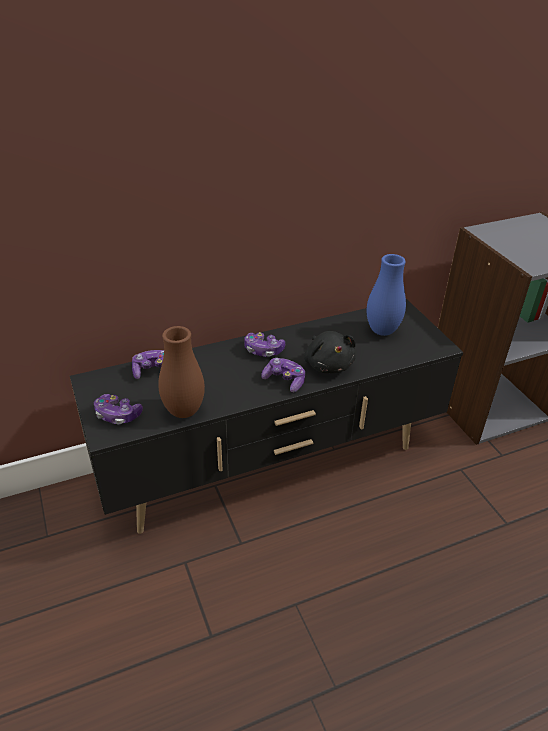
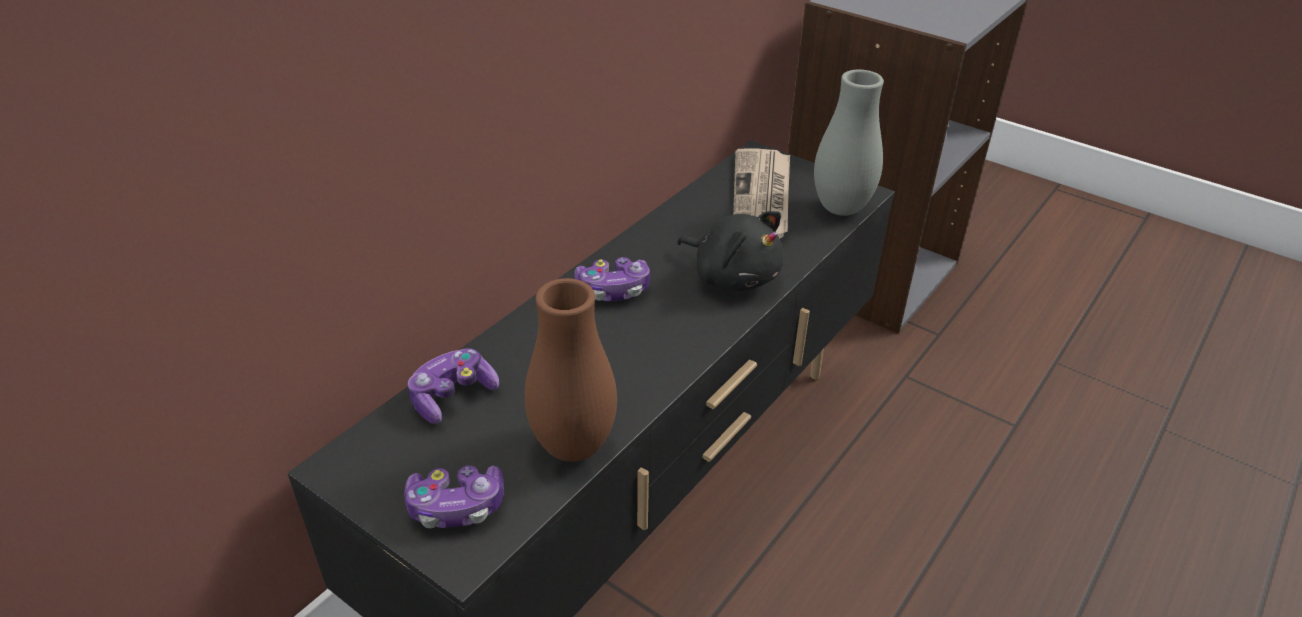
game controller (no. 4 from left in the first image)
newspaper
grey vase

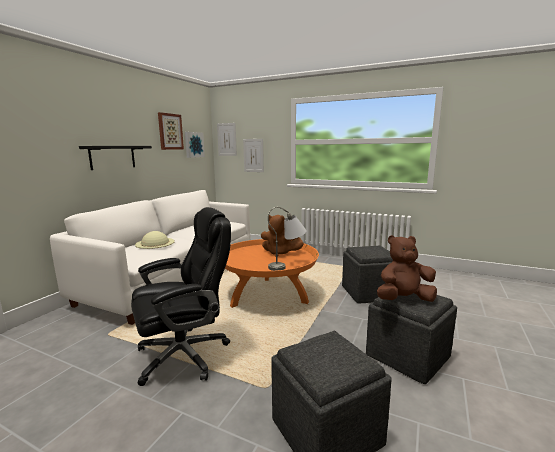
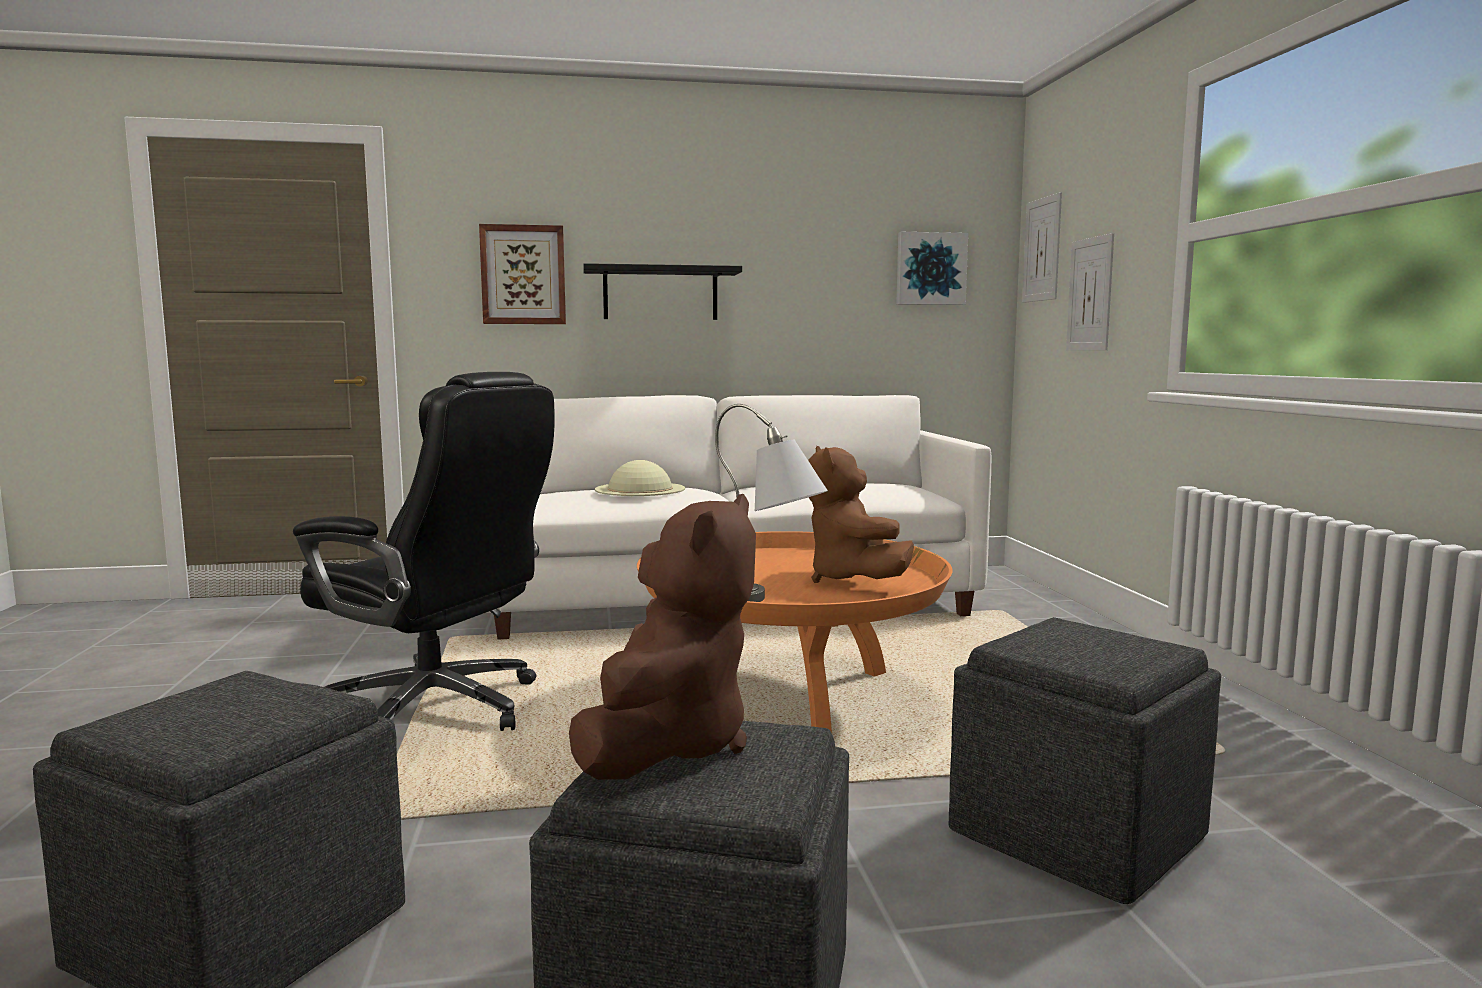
picture (no. 1 from left)
brown plush toy (no. 1 from left)

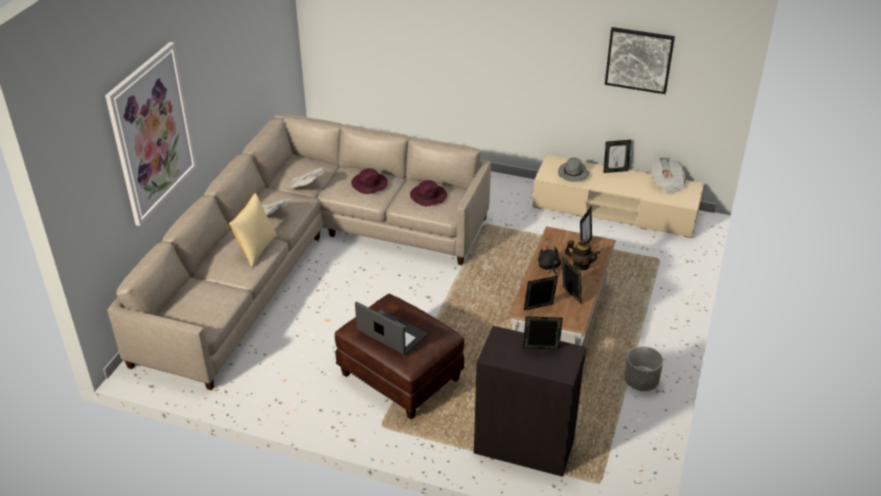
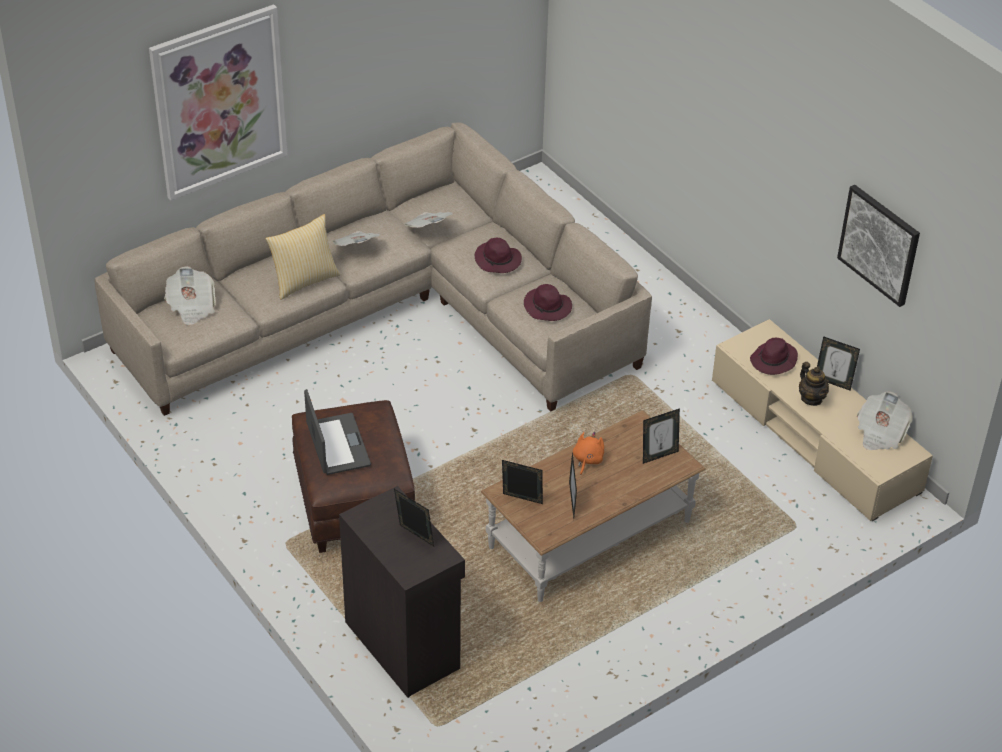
orange plush toy
purple hat (no. 3 from left)
teapot
grey planter
newspaper (no. 1 from left)

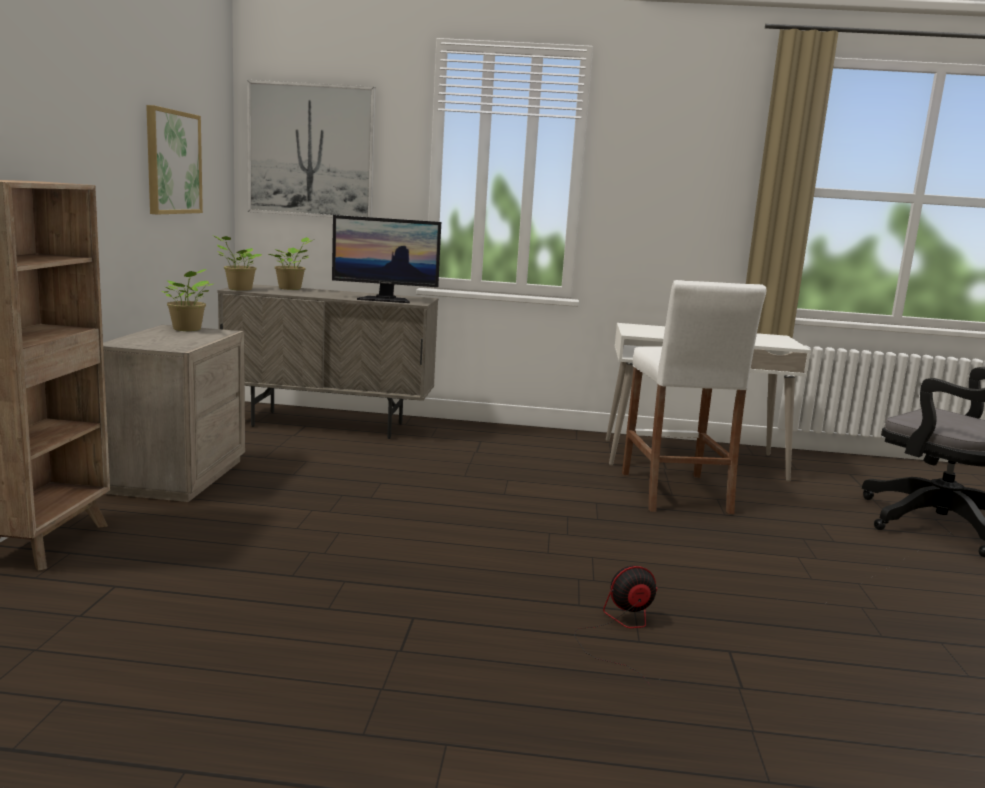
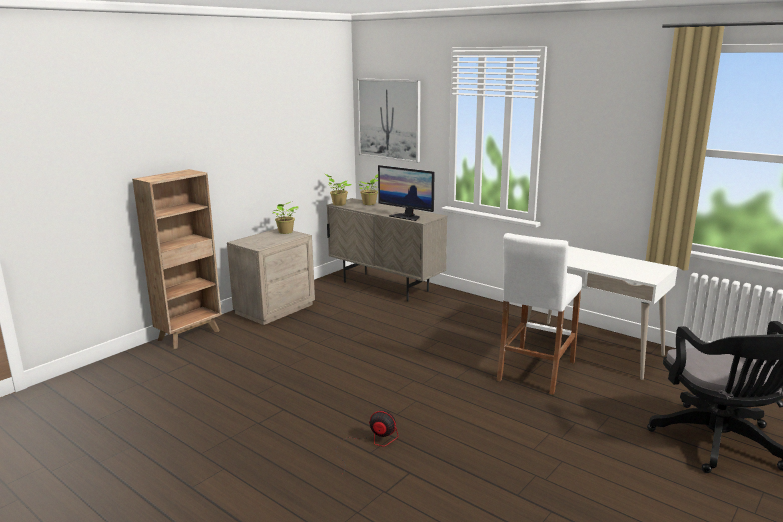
picture (no. 1 from left in the first image)

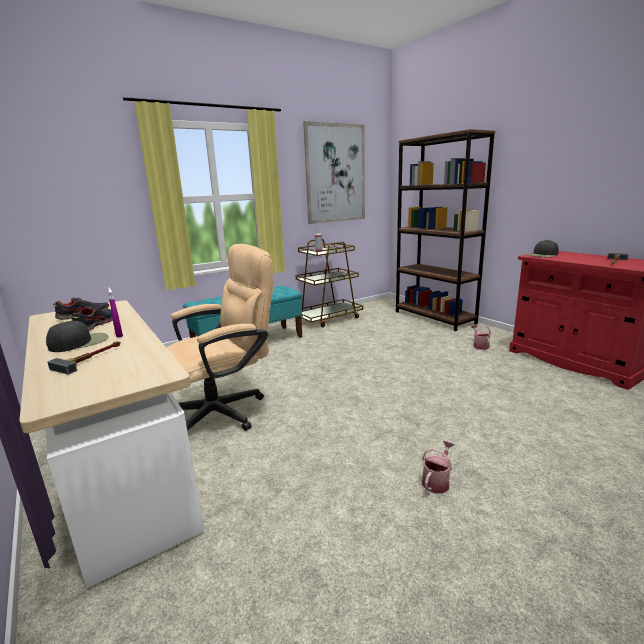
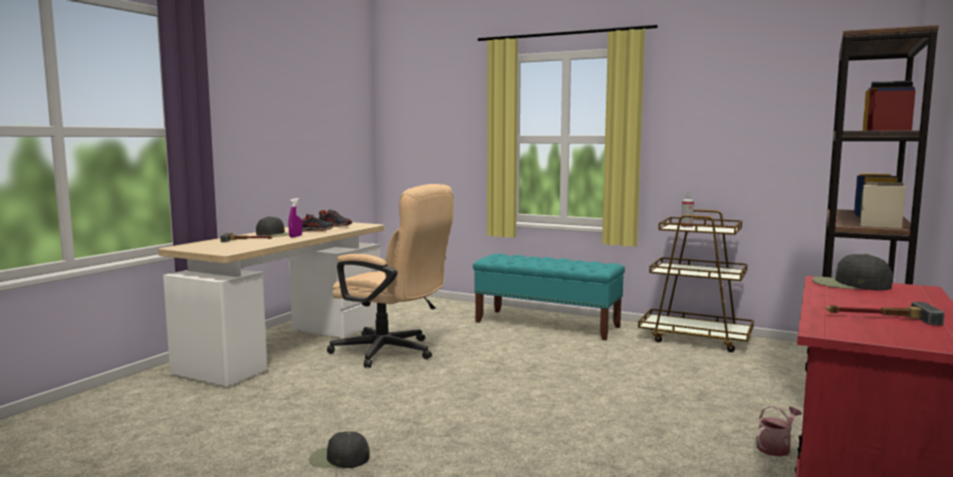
picture
black cap (no. 2 from left)

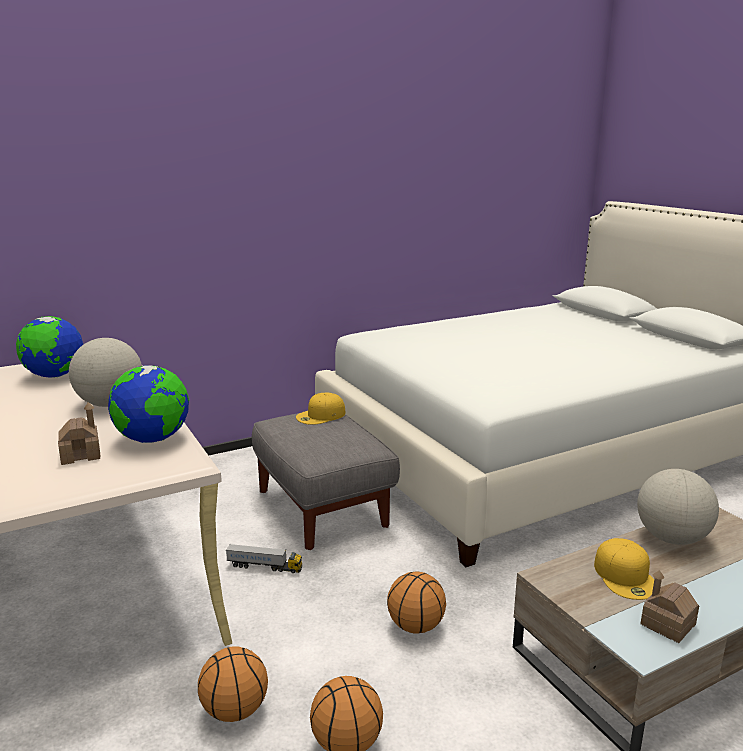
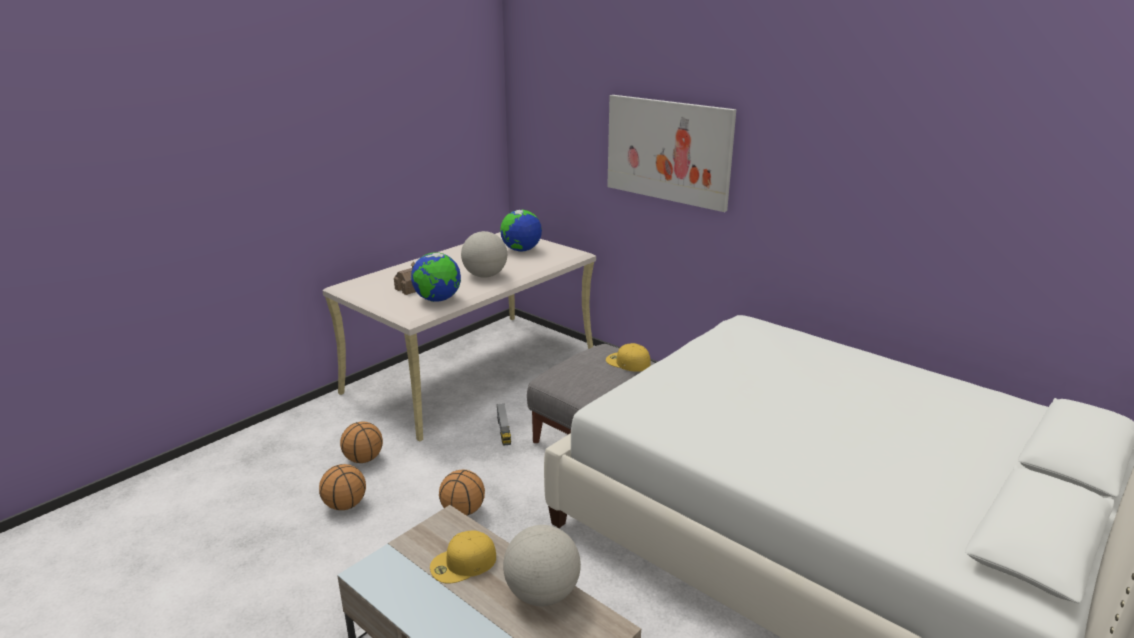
toy house (no. 2 from left in the first image)
picture

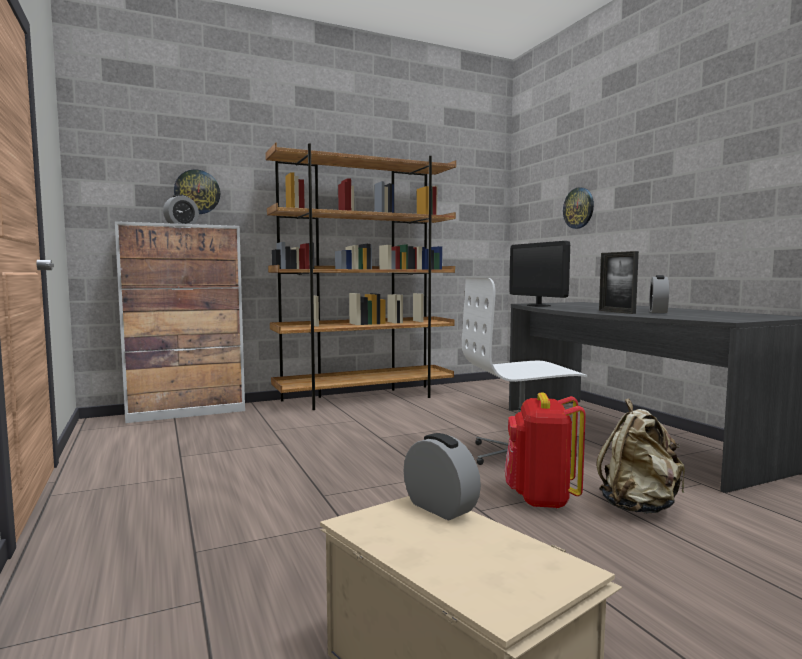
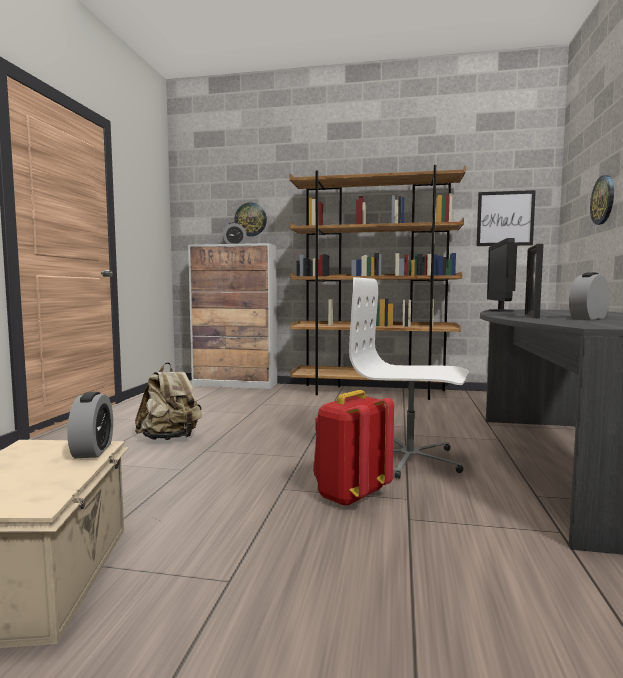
beige backpack
picture

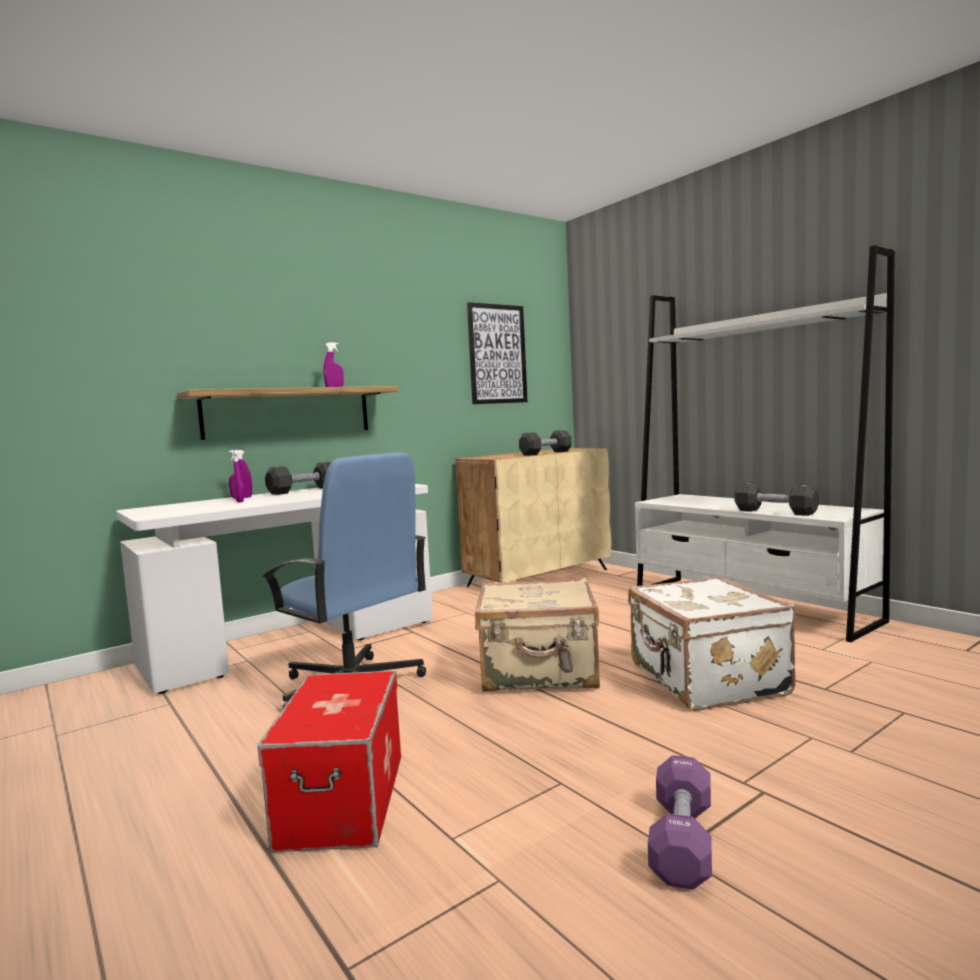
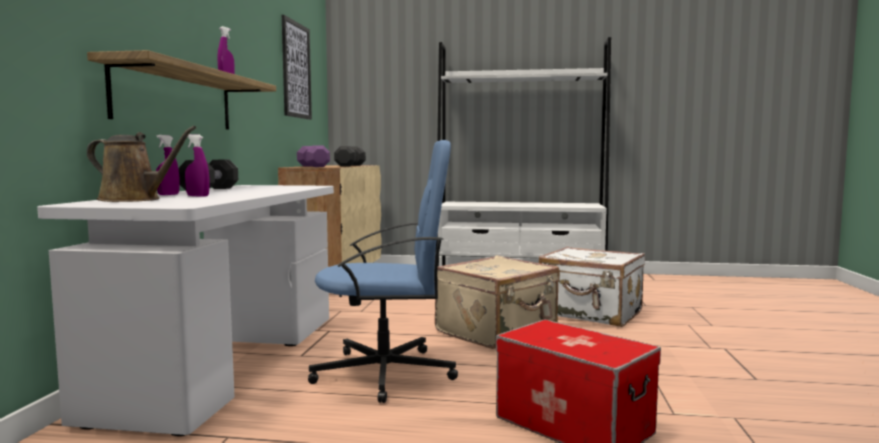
purple dumbbell
black dumbbell (no. 3 from left in the first image)
brown watering can

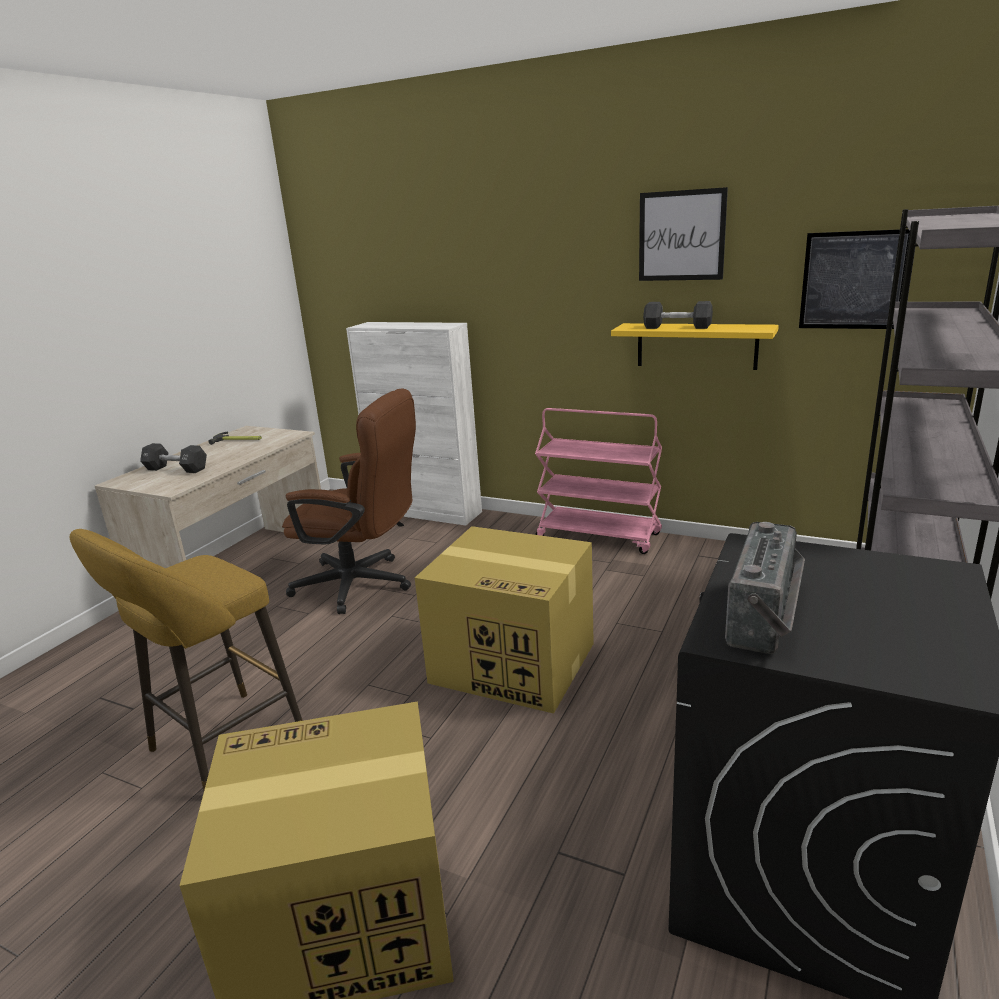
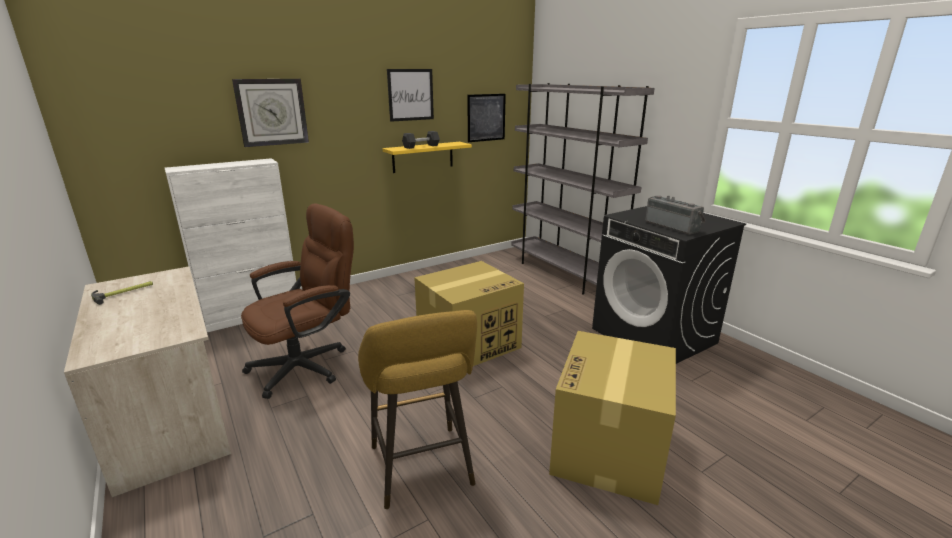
black dumbbell (no. 1 from left in the first image)
pink cart
wall clock

